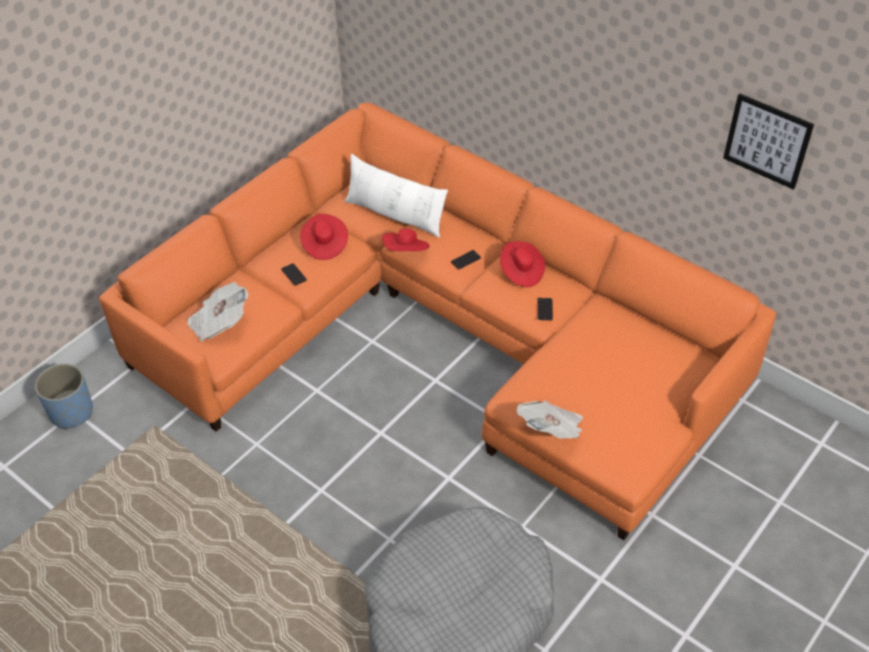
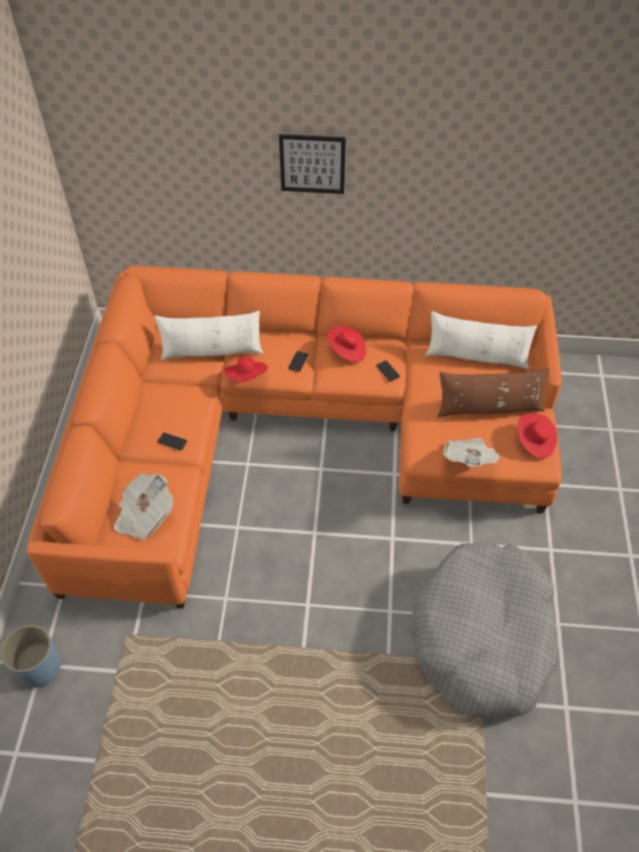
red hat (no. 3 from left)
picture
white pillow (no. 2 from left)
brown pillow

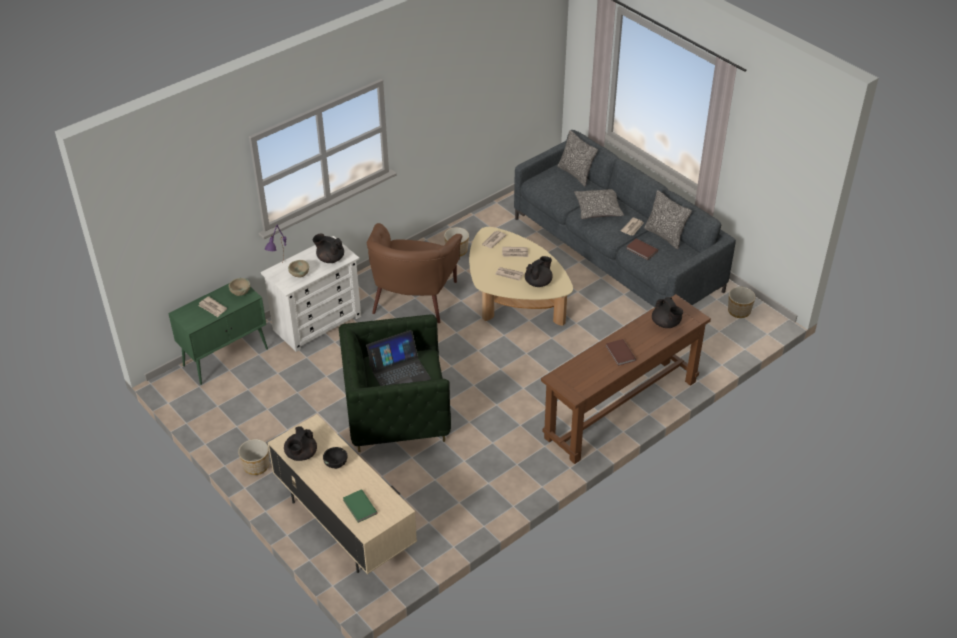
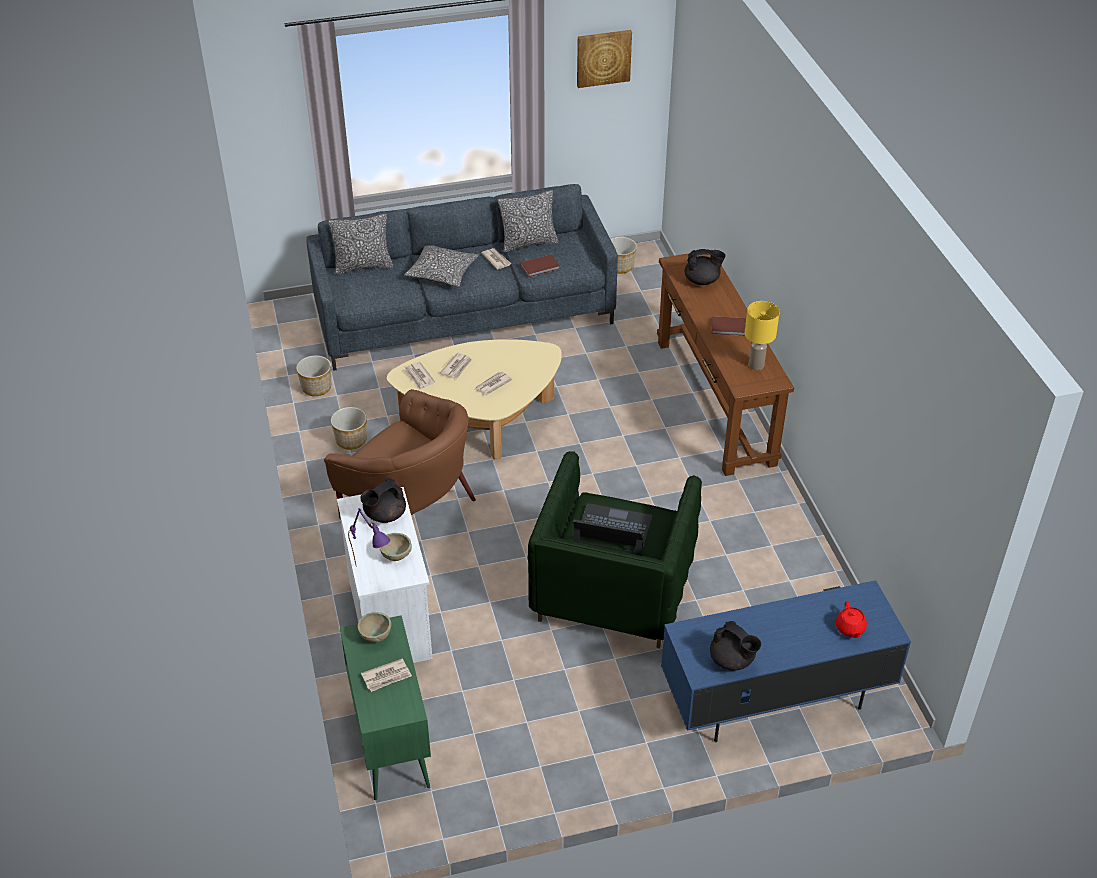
planter (no. 1 from left)
blue tv stand
black bowl
red teapot
laptop
black teapot (no. 3 from left in the first image)
picture
yellow table lamp

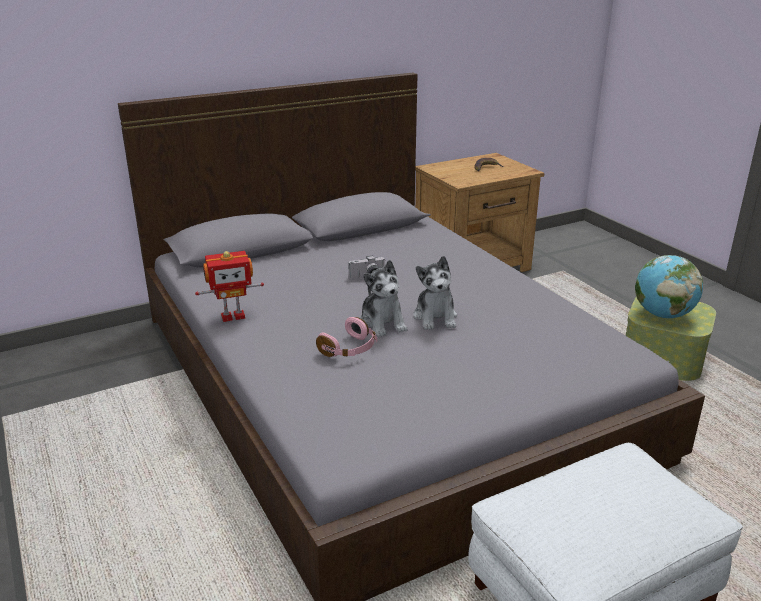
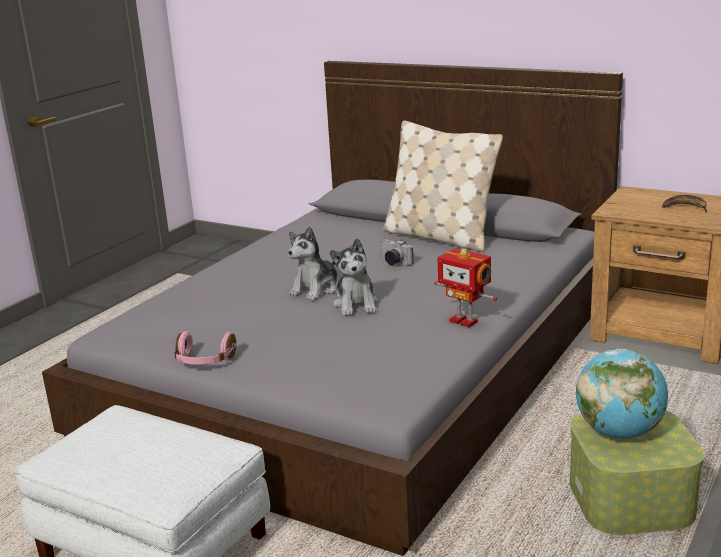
toy robot
pink headphones
plush toy (no. 2 from left)
beige pillow

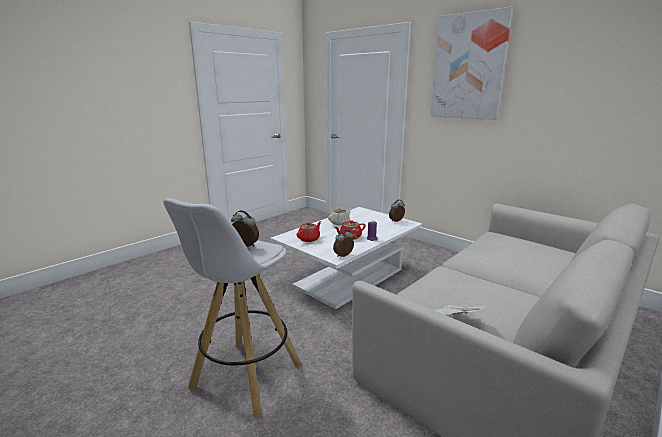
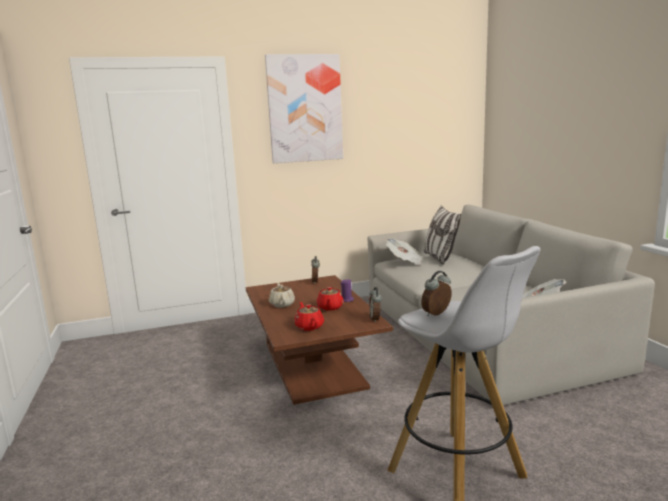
brown coffee table
newspaper (no. 1 from left)
pillow

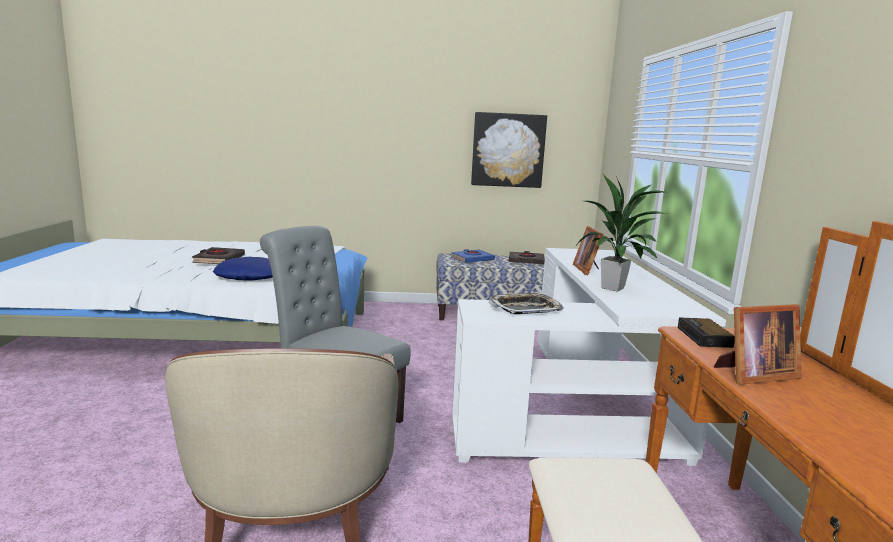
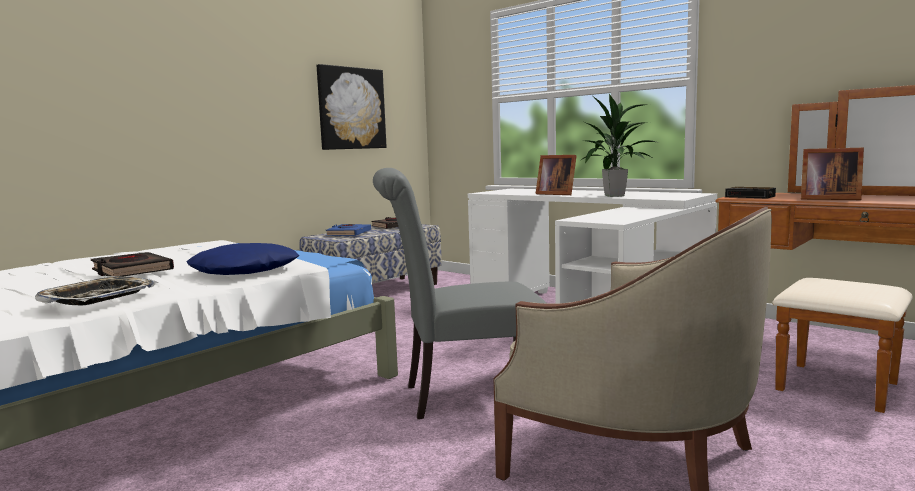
tray
picture frame (no. 2 from left)

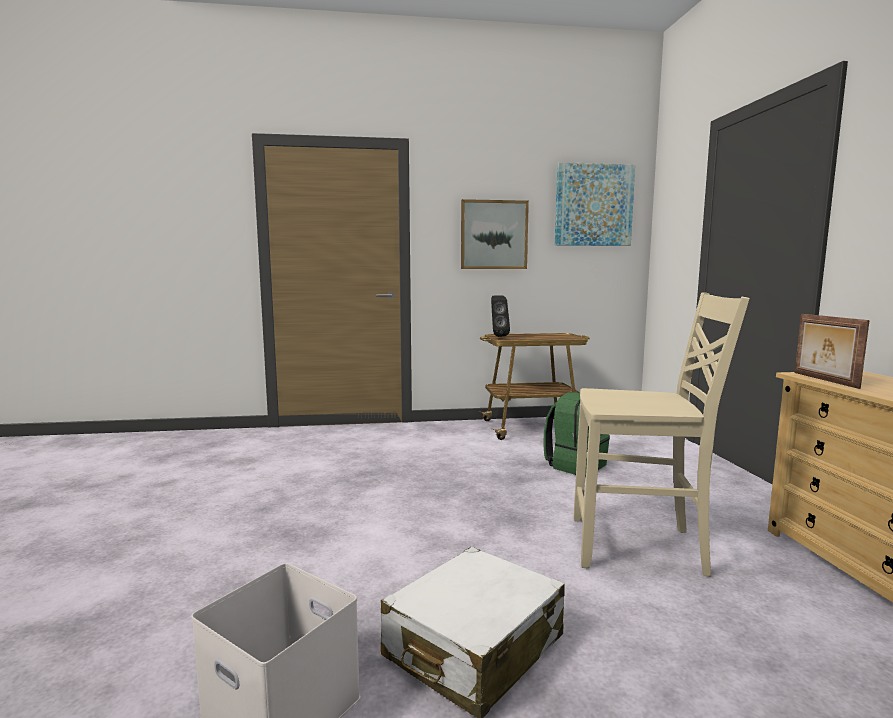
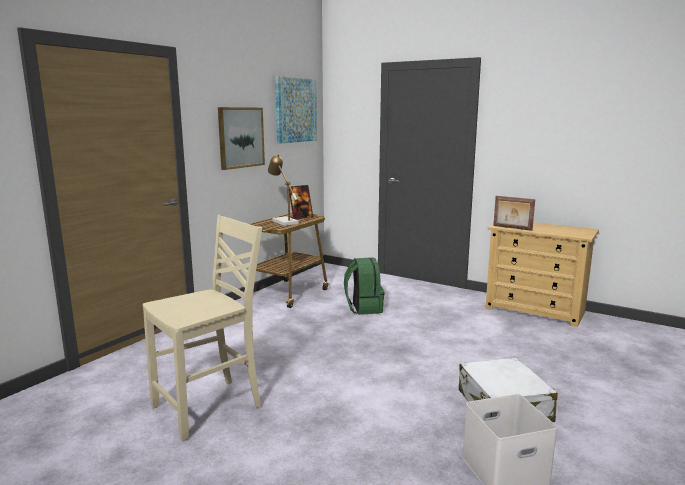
black speaker
beige chair
table lamp
picture frame (no. 1 from left)

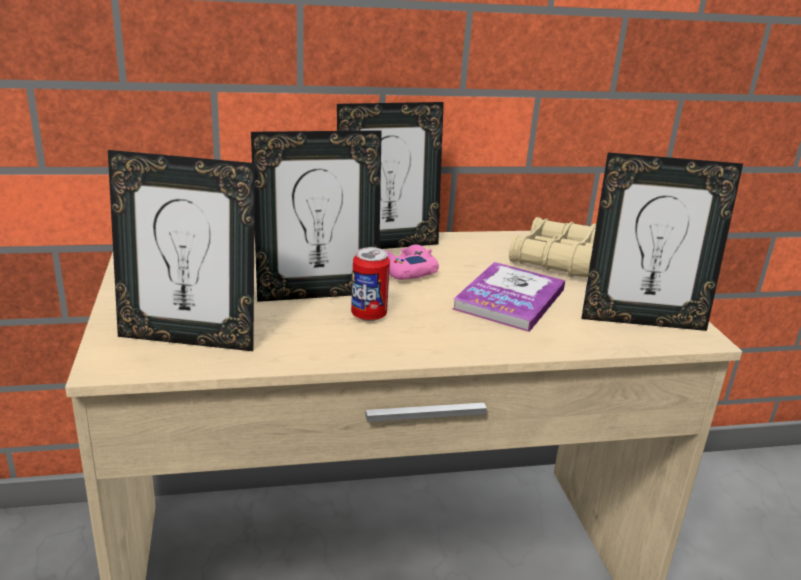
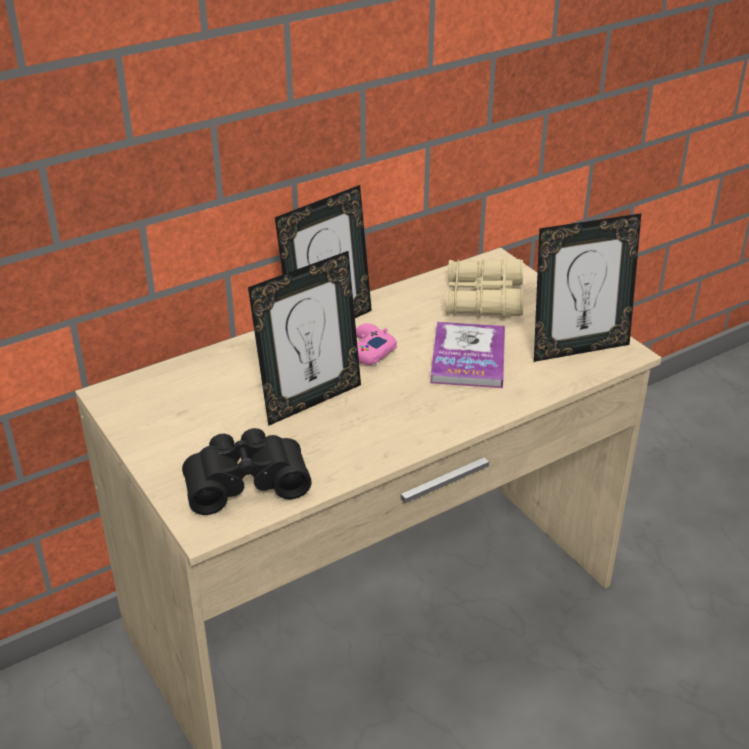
black binoculars
can

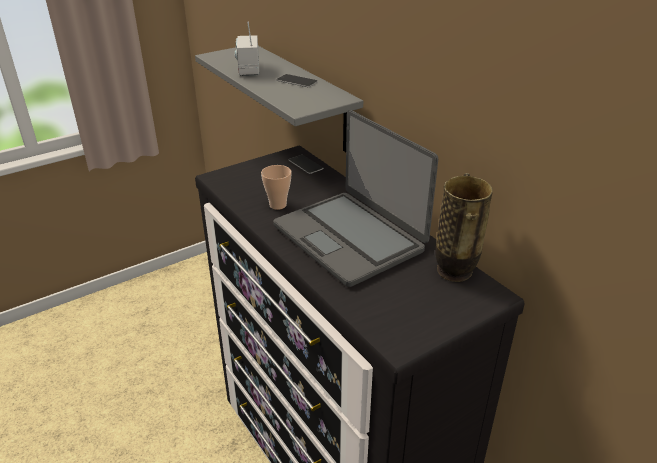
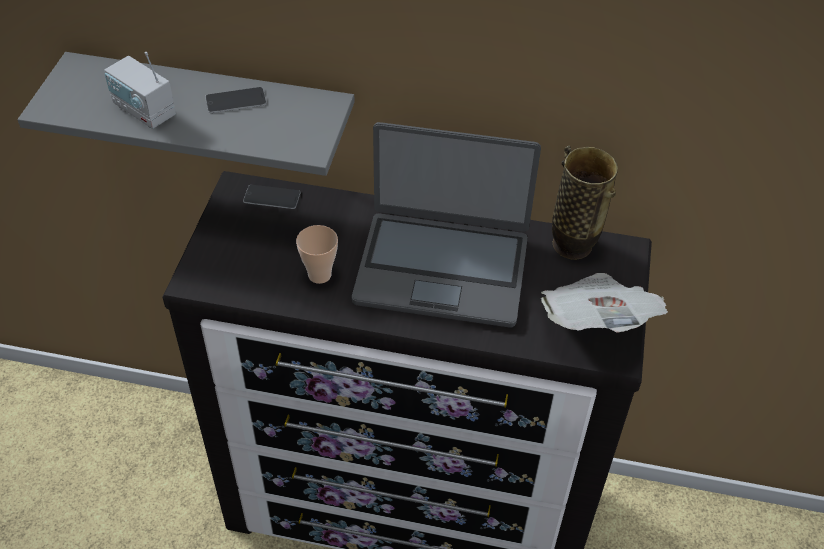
newspaper

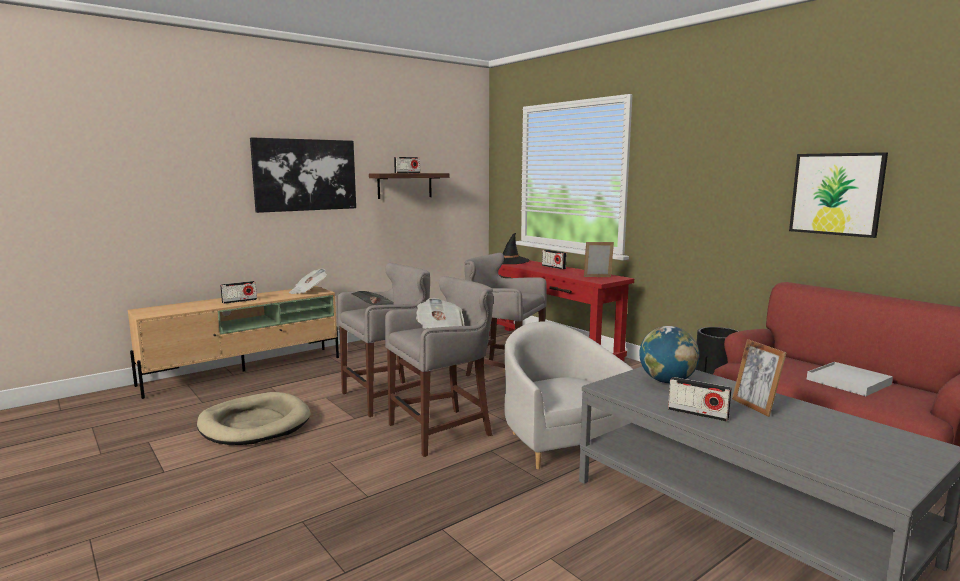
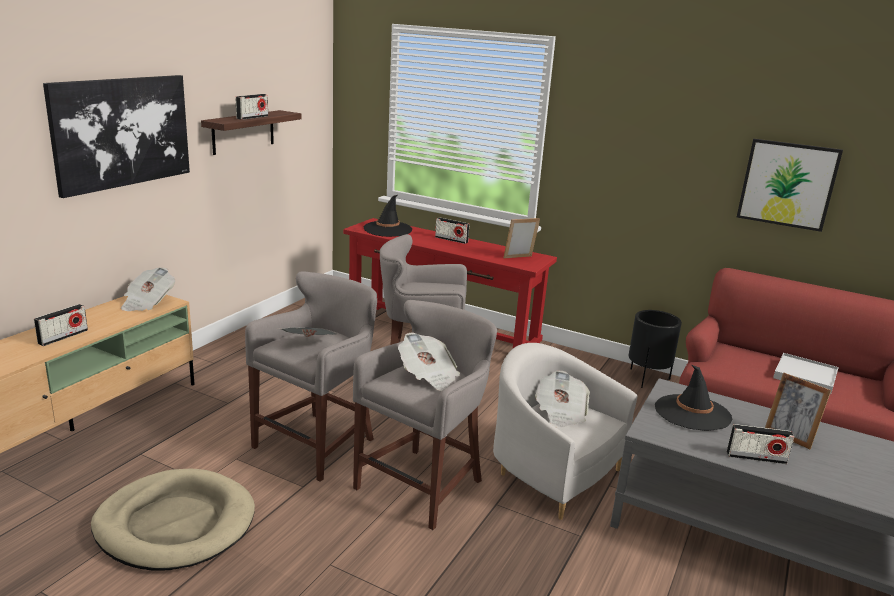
black hat (no. 2 from left)
newspaper (no. 4 from left)

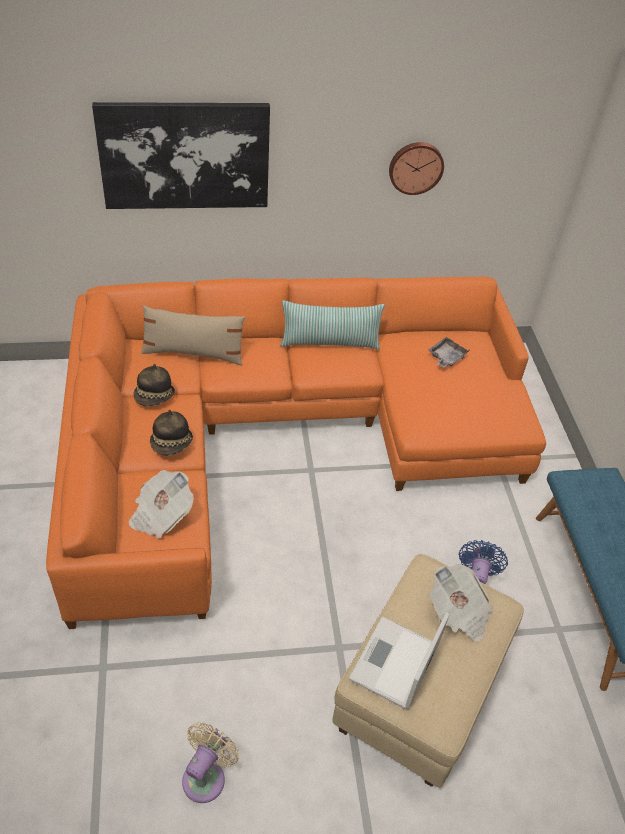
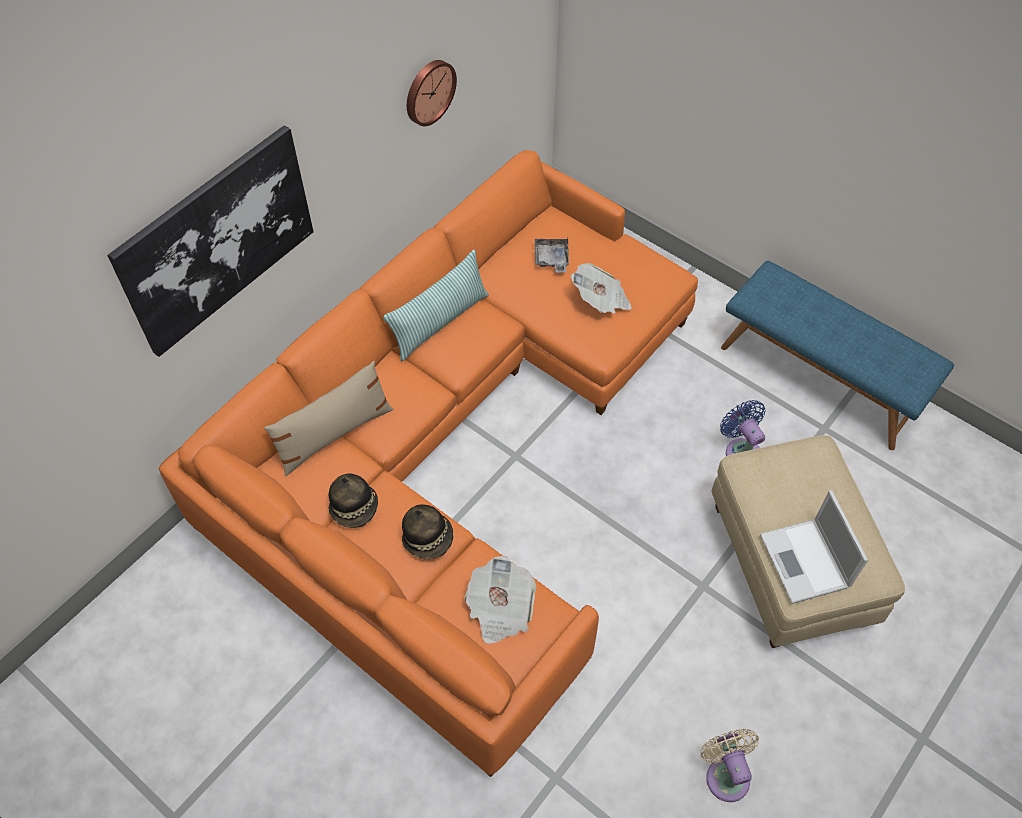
newspaper (no. 2 from left)

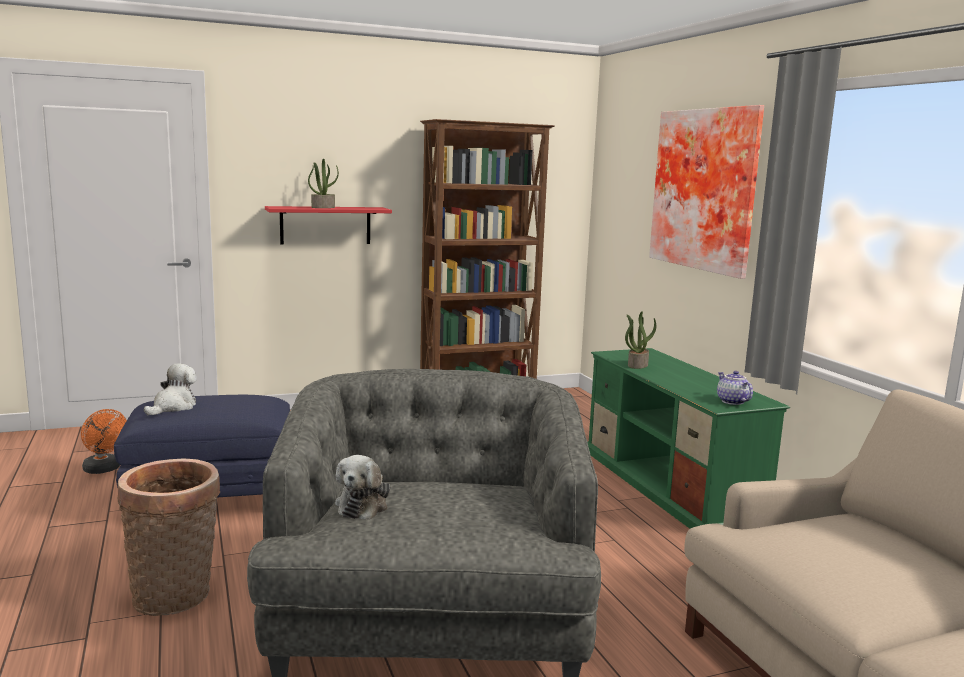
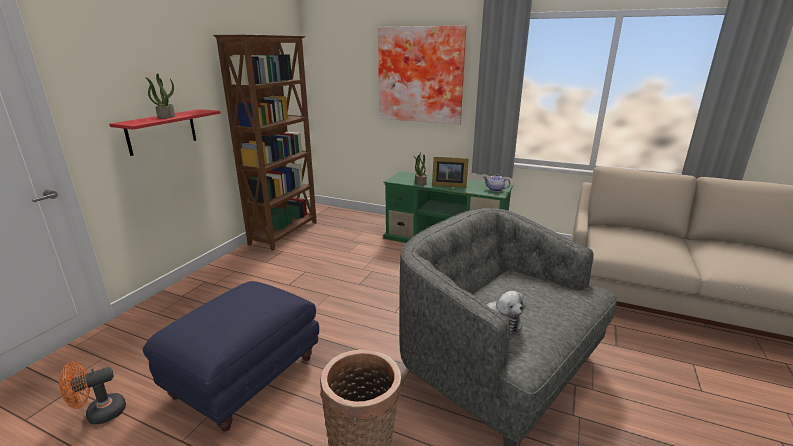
orange fan
plush toy (no. 1 from left in the first image)
picture frame

